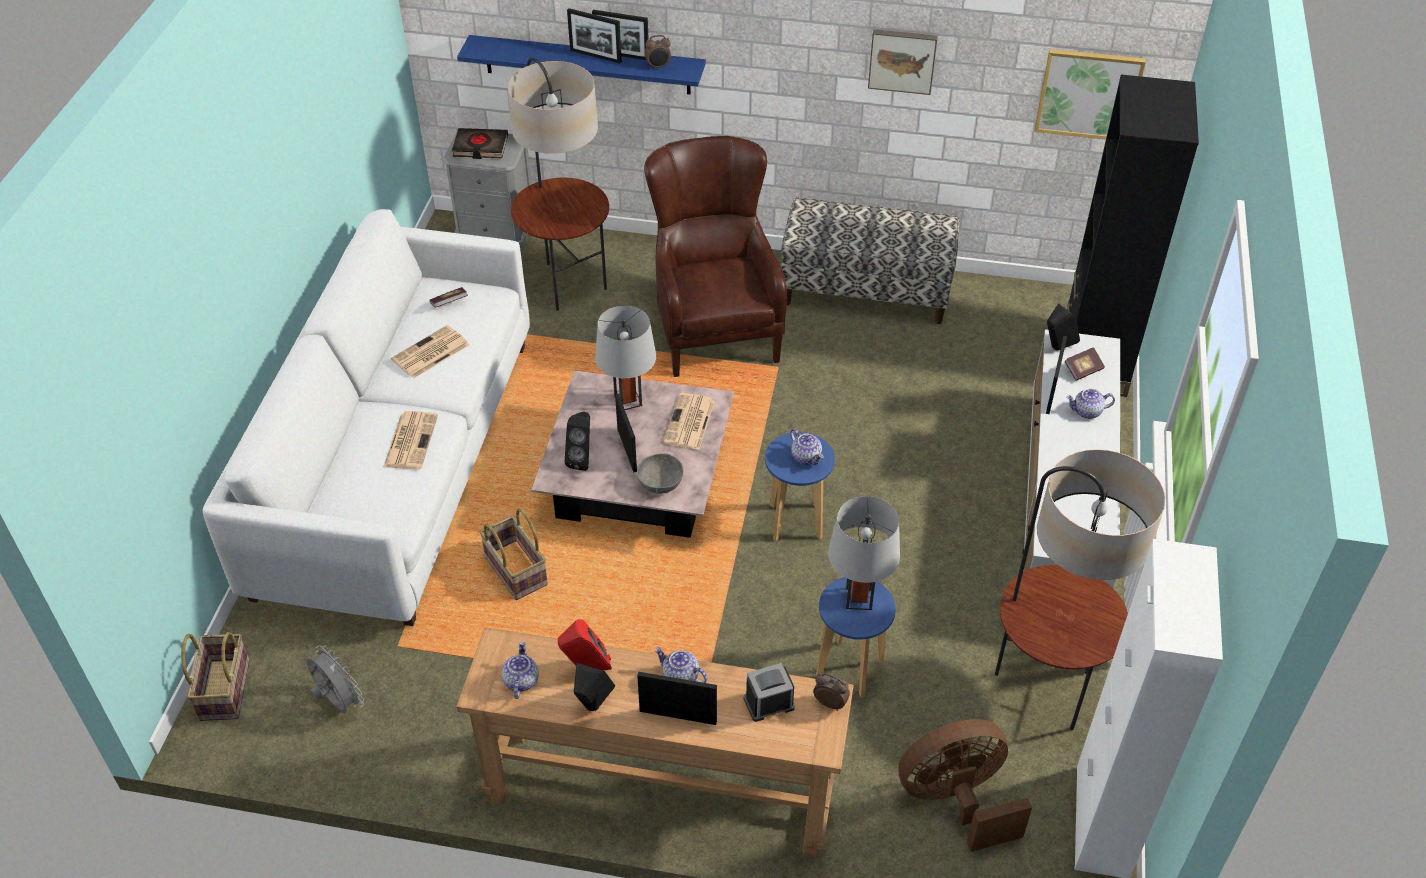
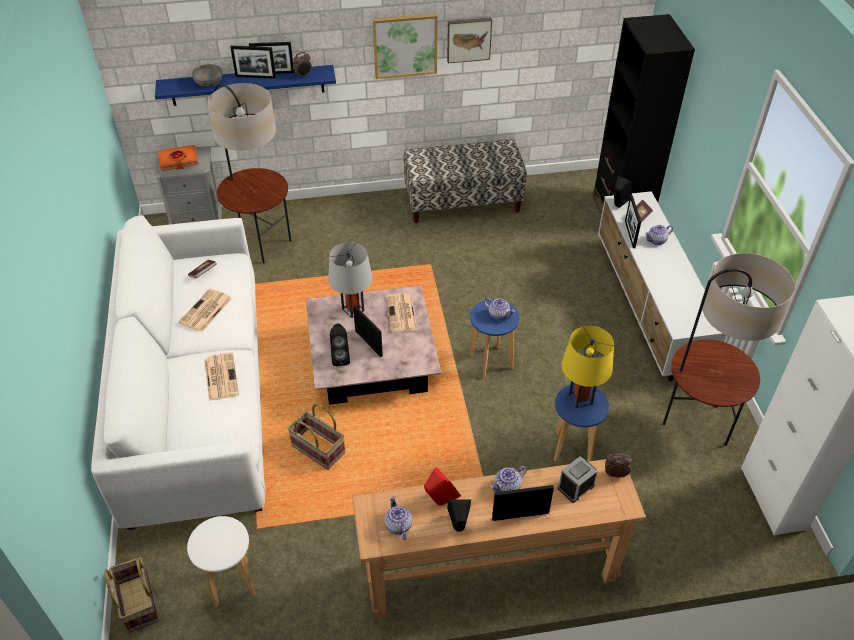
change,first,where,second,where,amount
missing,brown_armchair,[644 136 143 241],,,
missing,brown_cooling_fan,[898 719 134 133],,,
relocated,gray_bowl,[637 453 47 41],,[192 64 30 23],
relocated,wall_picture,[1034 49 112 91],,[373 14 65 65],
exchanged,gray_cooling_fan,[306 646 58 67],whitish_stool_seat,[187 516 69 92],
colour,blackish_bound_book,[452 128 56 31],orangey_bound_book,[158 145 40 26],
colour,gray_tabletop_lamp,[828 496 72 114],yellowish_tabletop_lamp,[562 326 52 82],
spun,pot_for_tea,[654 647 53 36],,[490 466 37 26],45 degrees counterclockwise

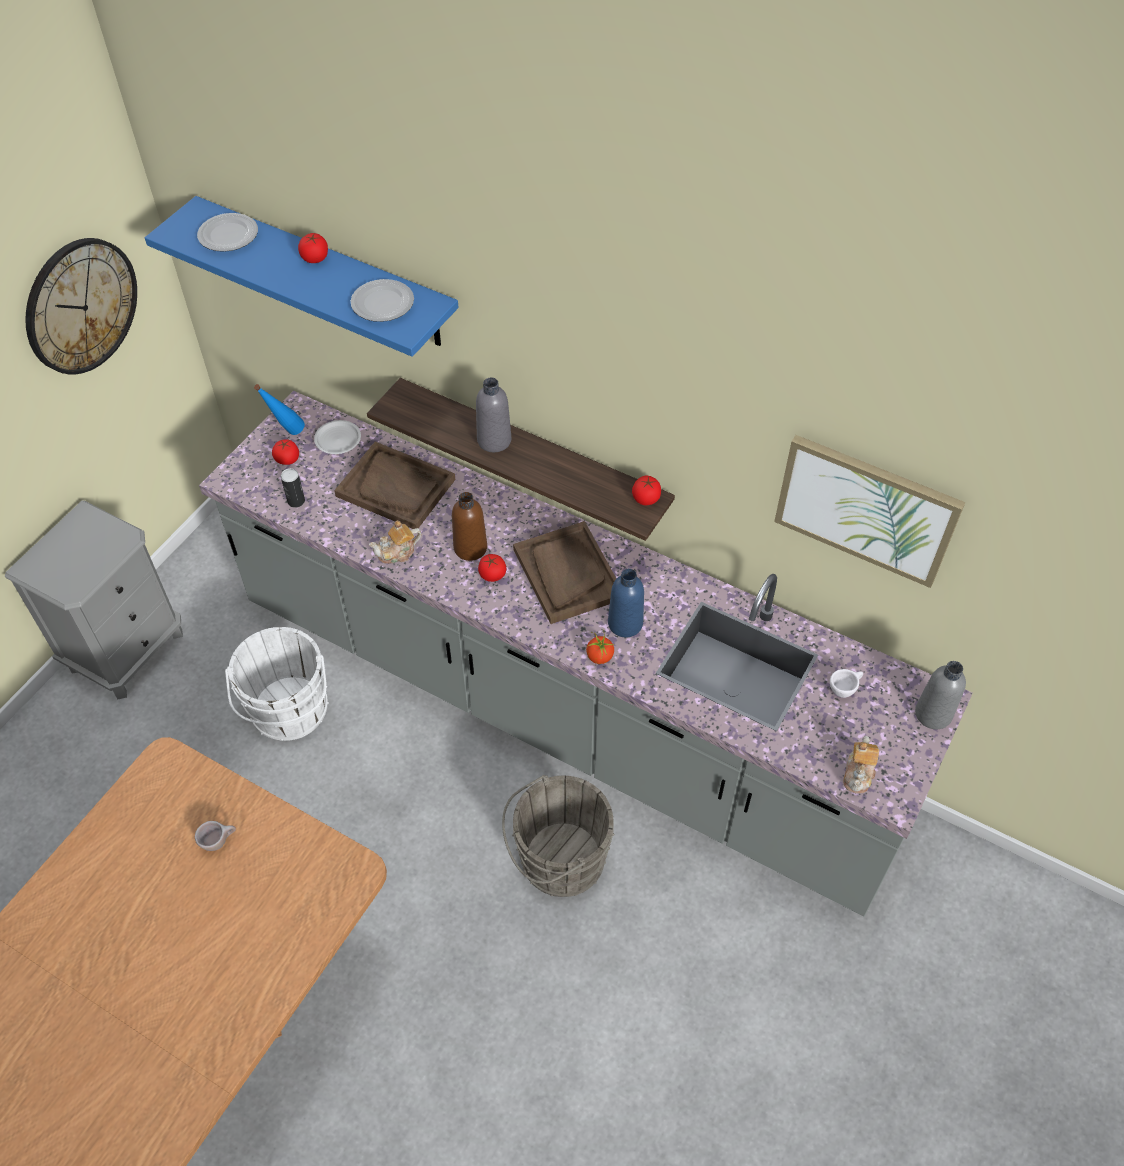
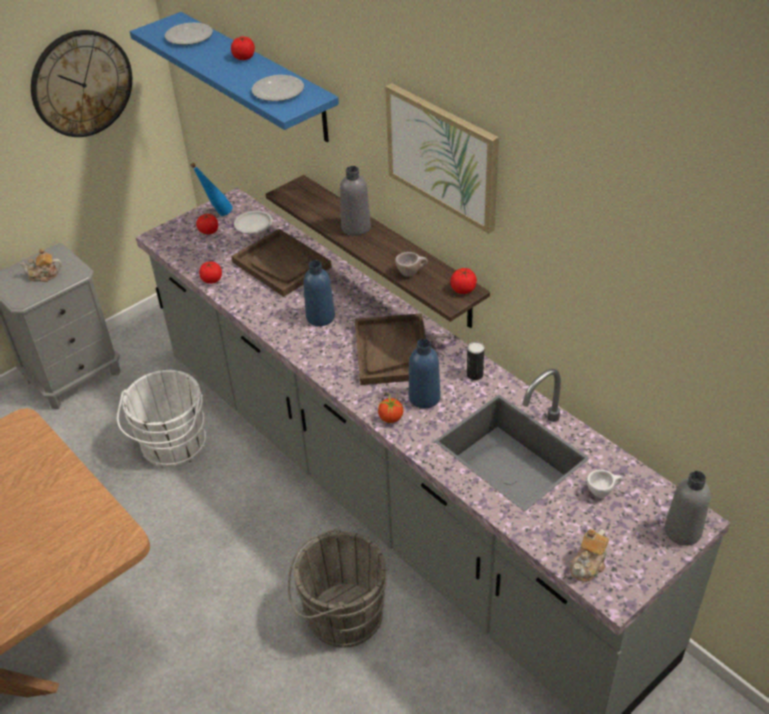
change,first,where,second,where,amount
relocated,beige_small_cup,[195 821 41 30],,[395 252 33 25],
relocated,metal_can,[281 468 24 40],,[467 342 17 38],
relocated,pot_for_tea,[369 520 52 44],,[20 248 42 34],
relocated,tomato,[478 554 28 28],,[199 262 23 22],
relocated,wall_picture,[774 435 191 153],,[385 83 114 151],
colour,brown_beverage_bottle,[452 492 35 69],blue_beverage_bottle,[303 260 32 66],

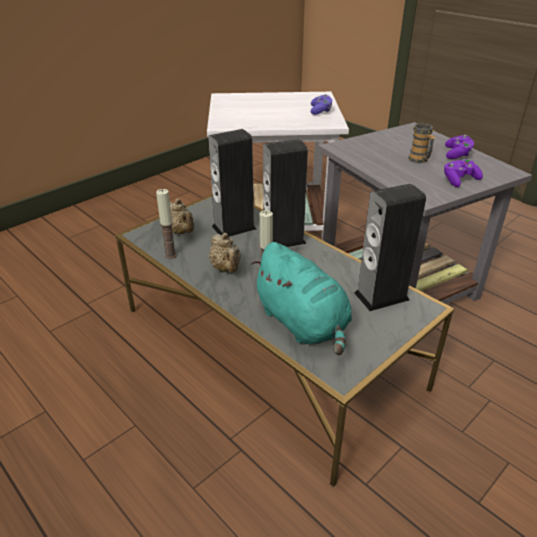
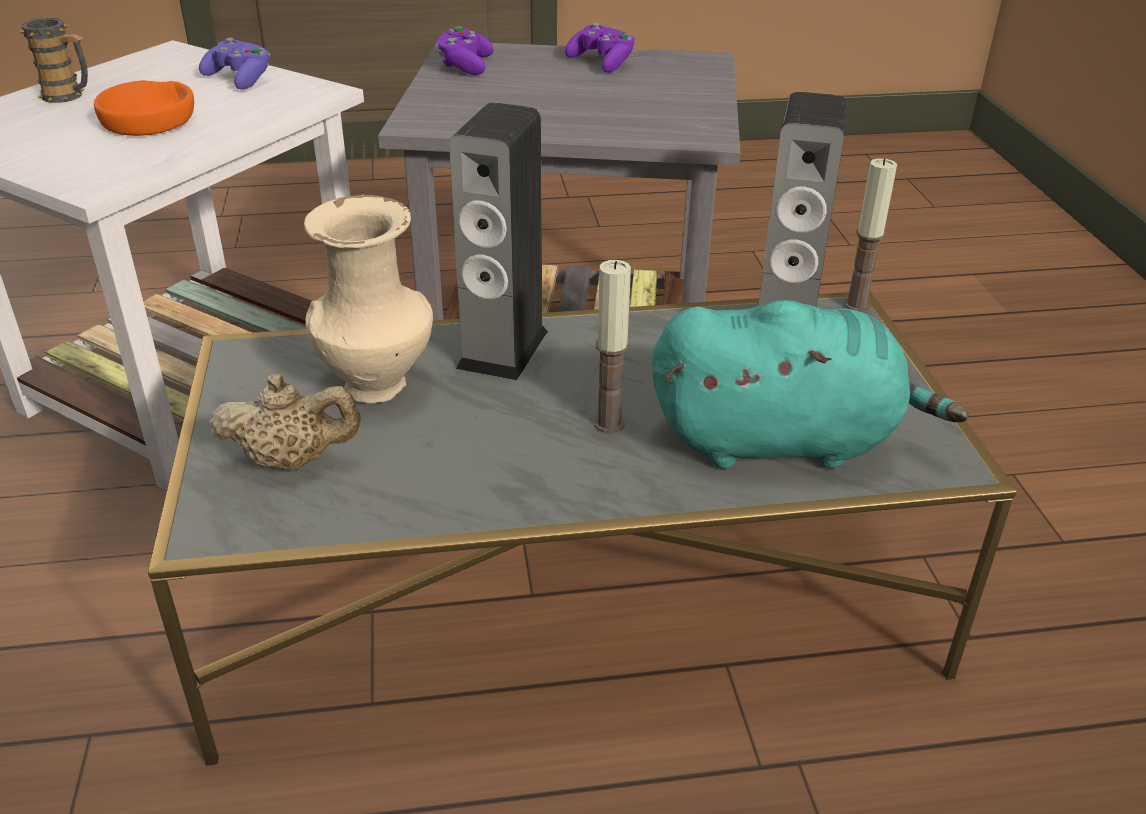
change,first,where,second,where,amount
missing,beige_pot_for_tea,[209 233 32 40],,,
appeared,,,orangey_bowl,[94 80 100 56],
relocated,wax_candle,[156 189 21 70],,[844 158 53 154],
relocated,tea_mug,[407 123 29 40],,[18 18 70 85],
relocated,purple_gamepad,[444 159 39 28],,[438 27 56 48],
exchanged,loudspeaker,[208 129 48 108],beige_flower_vase,[304 195 129 208],

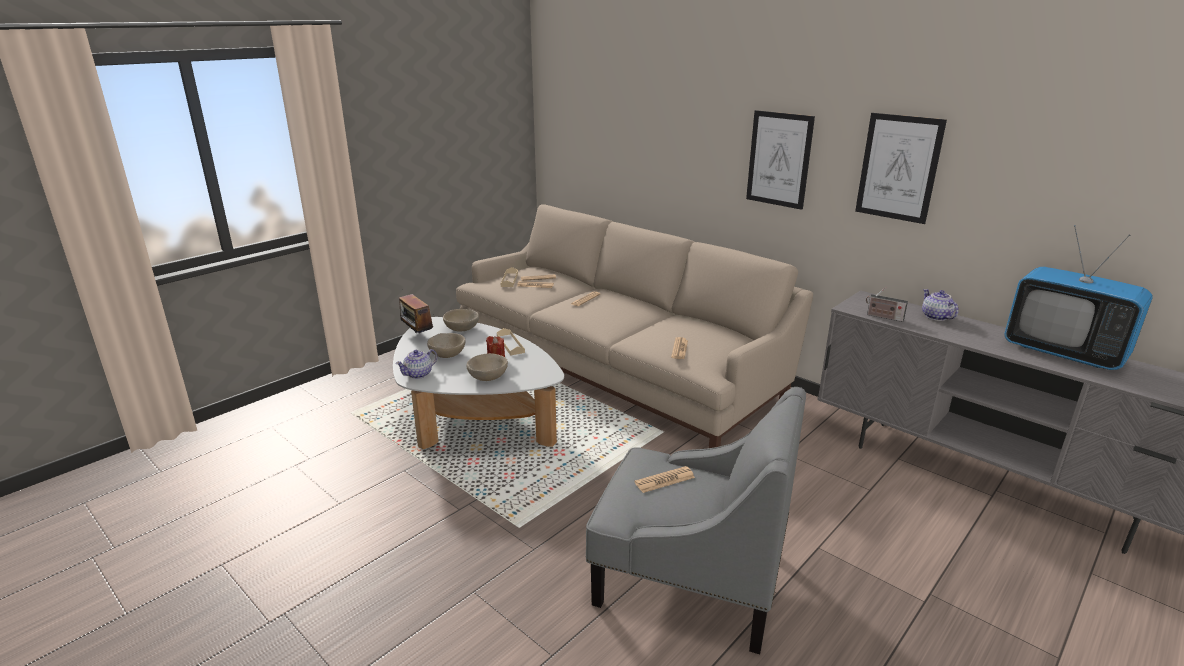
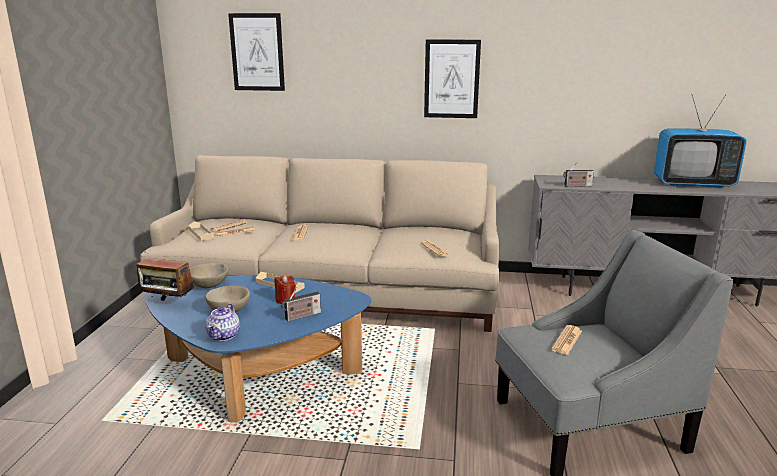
change,first,where,second,where,amount
missing,pot_for_tea,[922 289 37 32],,,
relocated,wall_picture,[855 113 92 111],,[228 13 57 78],
exchanged,beige_bowl,[466 353 42 28],radio_receiver,[281 287 40 34],
colour,whitish_lounge_table,[393 317 171 132],blue_lounge_table,[146 275 225 148],

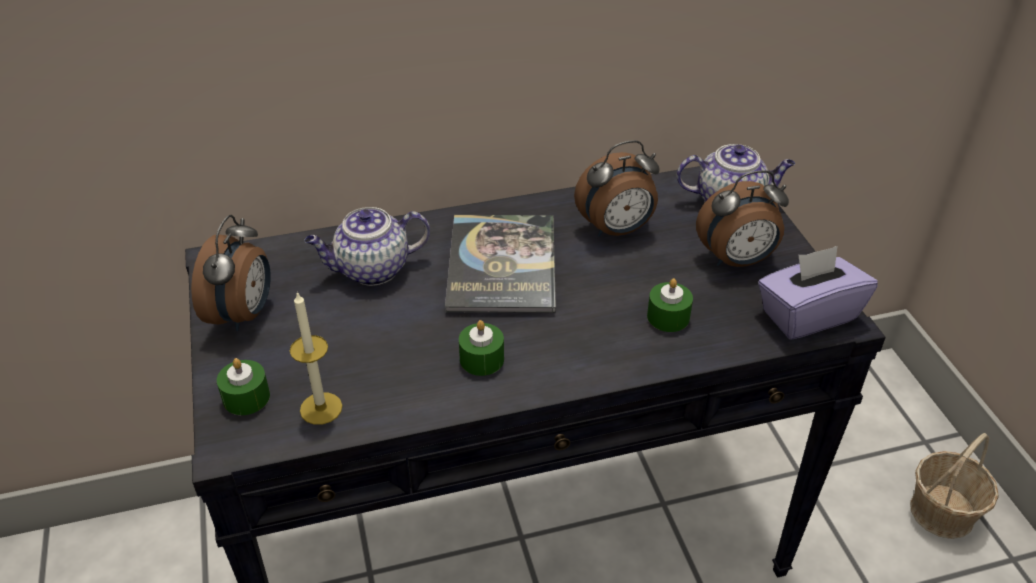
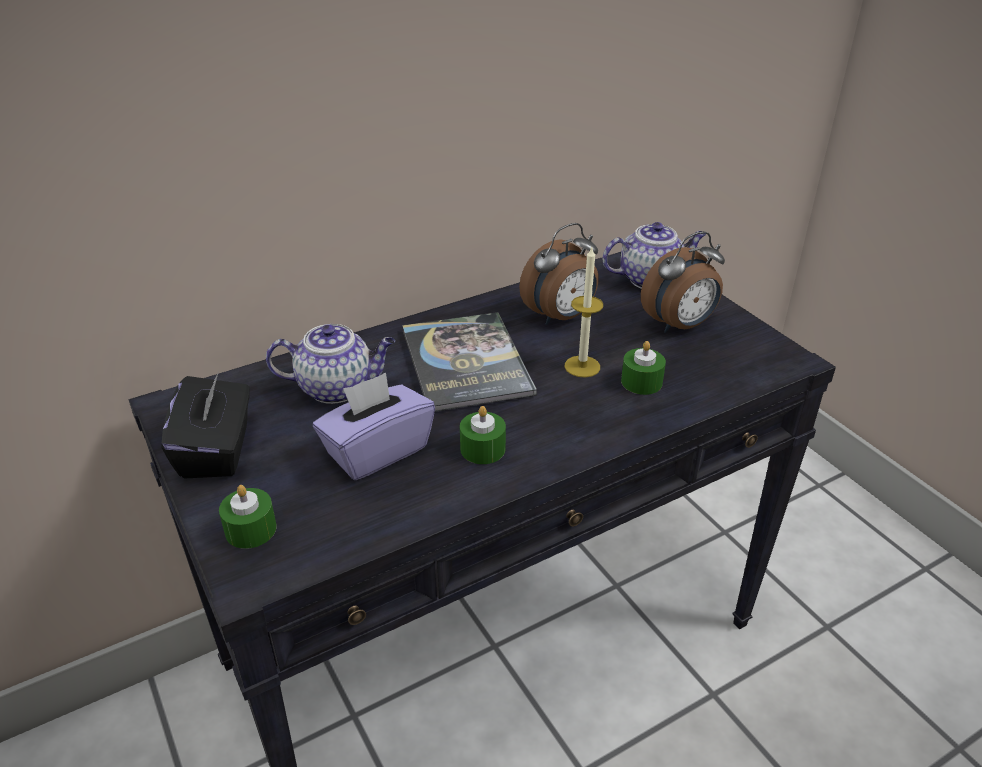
change,first,where,second,where,amount
missing,household_basket,[910 433 89 106],,,
relocated,wax_candle,[290 292 52 133],,[564 247 39 130],
relocated,purple_box_of_tissues,[758 246 120 94],,[313 373 122 107],
exchanged,table_clock,[191 215 80 116],blackish_box_of_tissues,[161 371 89 108],
spun,pot_for_tea,[304 207 126 79],,[266 324 129 80],150 degrees counterclockwise

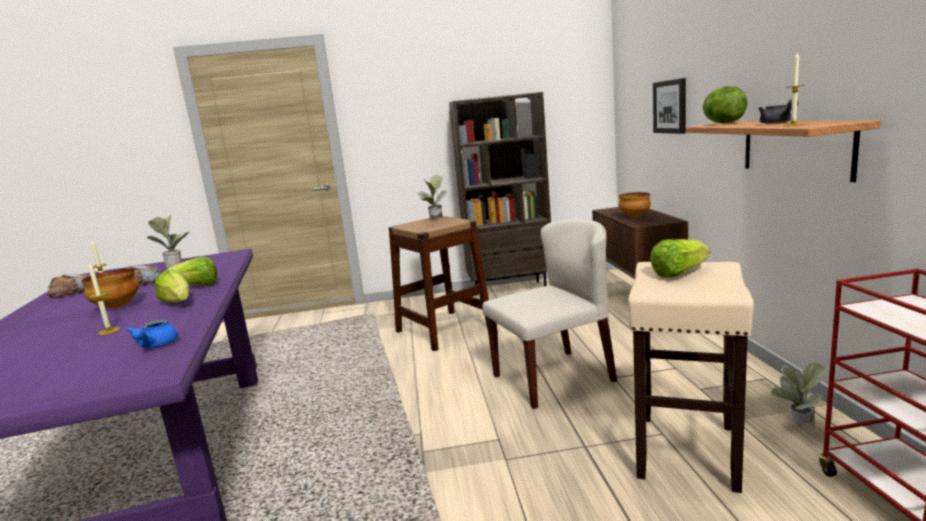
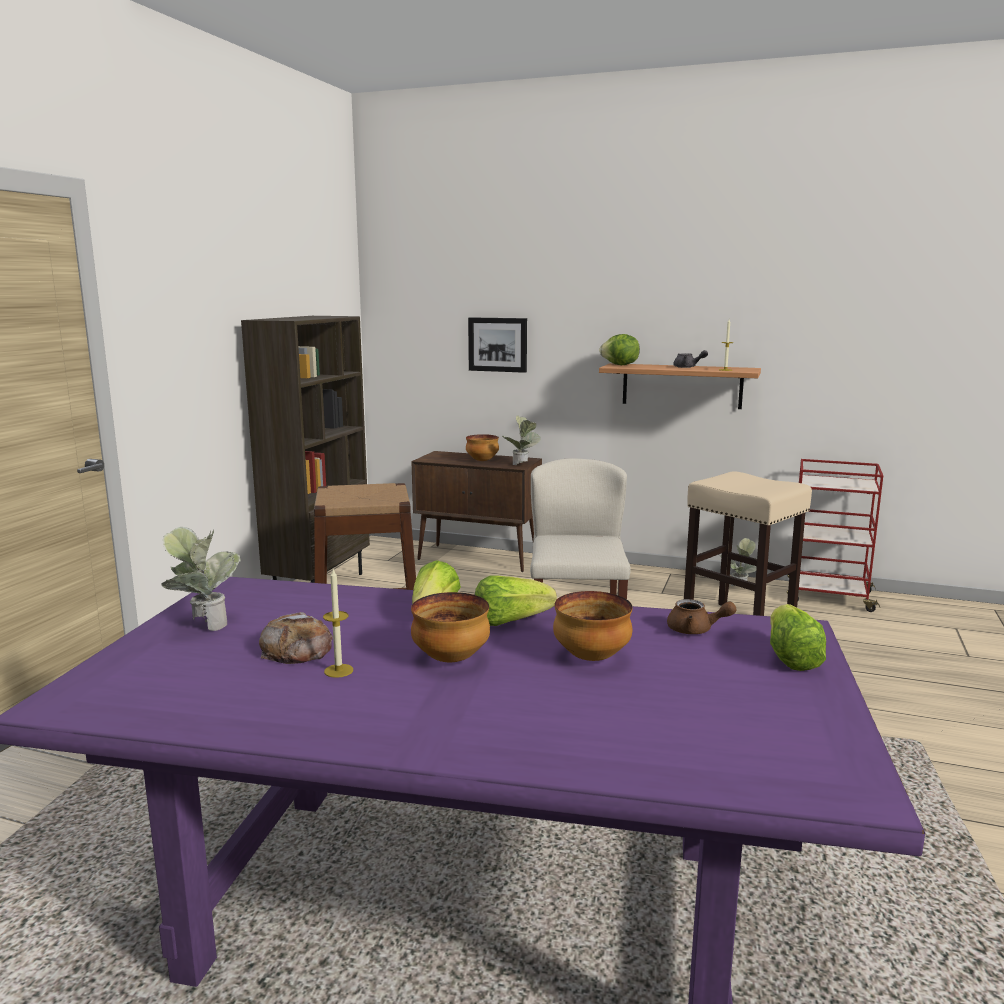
change,first,where,second,where,amount
missing,bakery_bread,[47 274 44 24],,,
relocated,plant_in_a_pot,[417 175 30 43],,[502 416 39 49],
relocated,lettuce,[650 239 60 39],,[770 604 56 67],
exchanged,wax_candle,[88 262 32 73],bowl,[553 591 80 70],
colour,blue_pot_for_tea,[126 319 52 29],brown_pot_for_tea,[667 599 69 35],

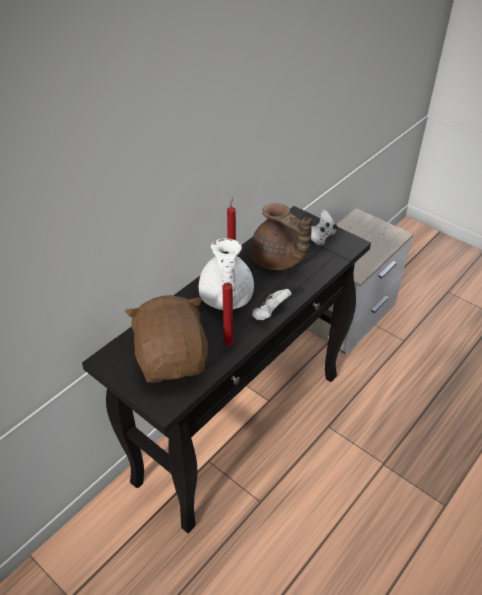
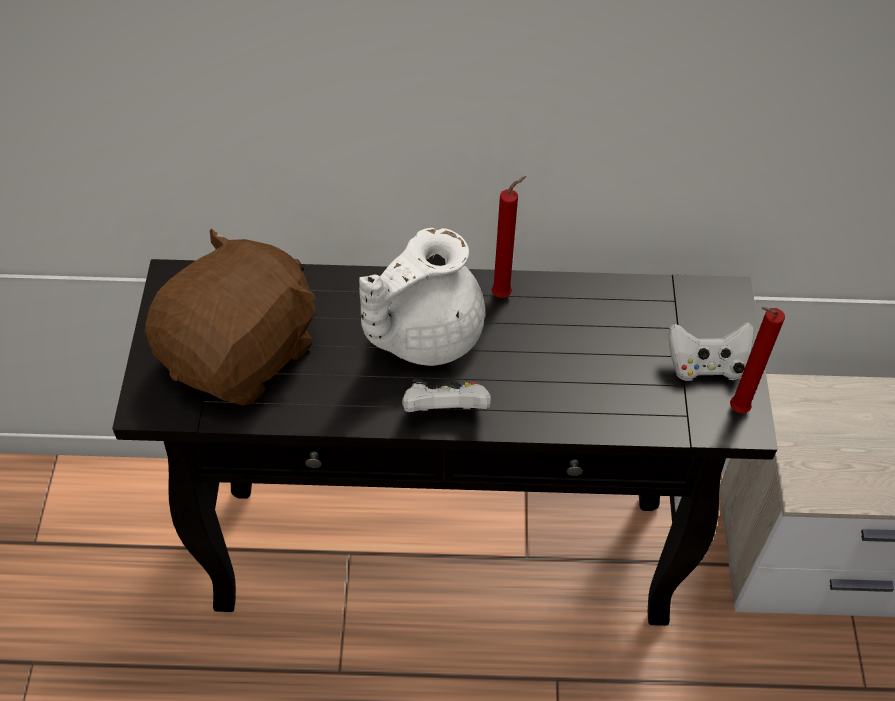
change,first,where,second,where,amount
missing,brown_pot_for_tea,[250 203 62 67],,,
relocated,reddish_wax_candle,[222 283 12 63],,[730 307 55 106],

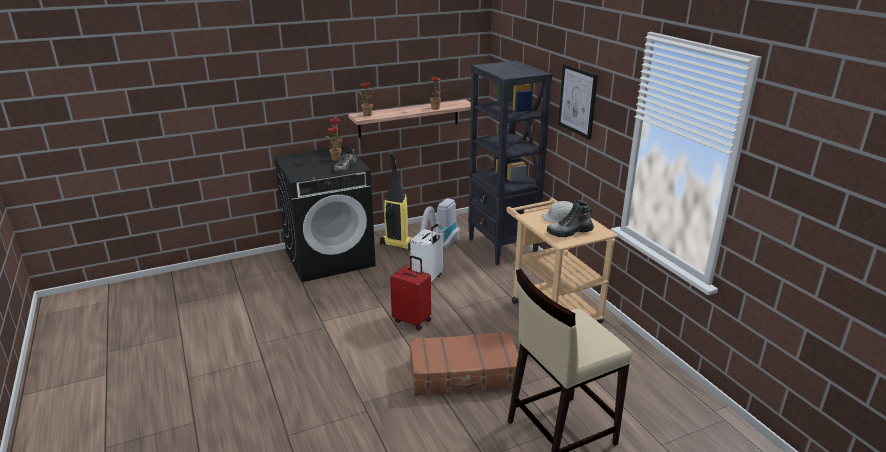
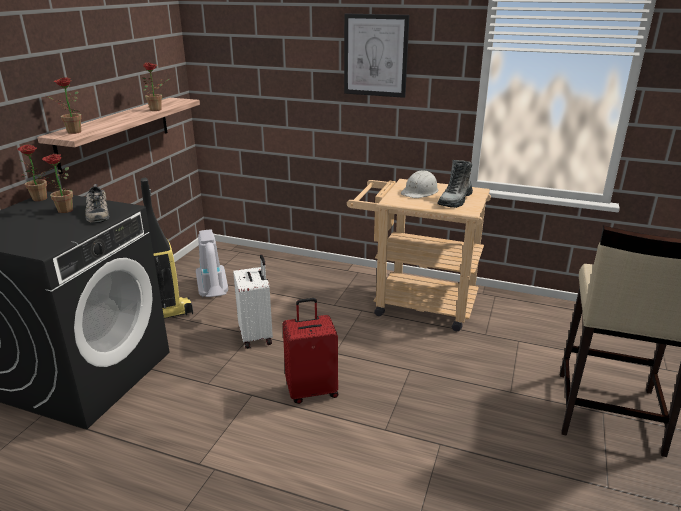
change,first,where,second,where,amount
missing,brown_piece_of_luggage,[410 331 108 65],,,
missing,blackish_bookcase,[468 61 84 204],,,

